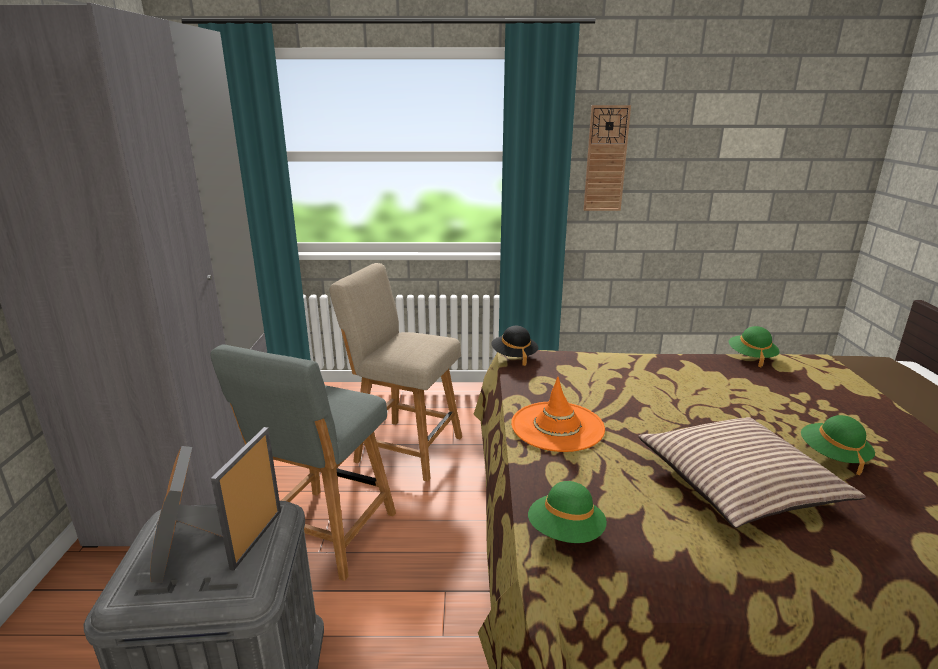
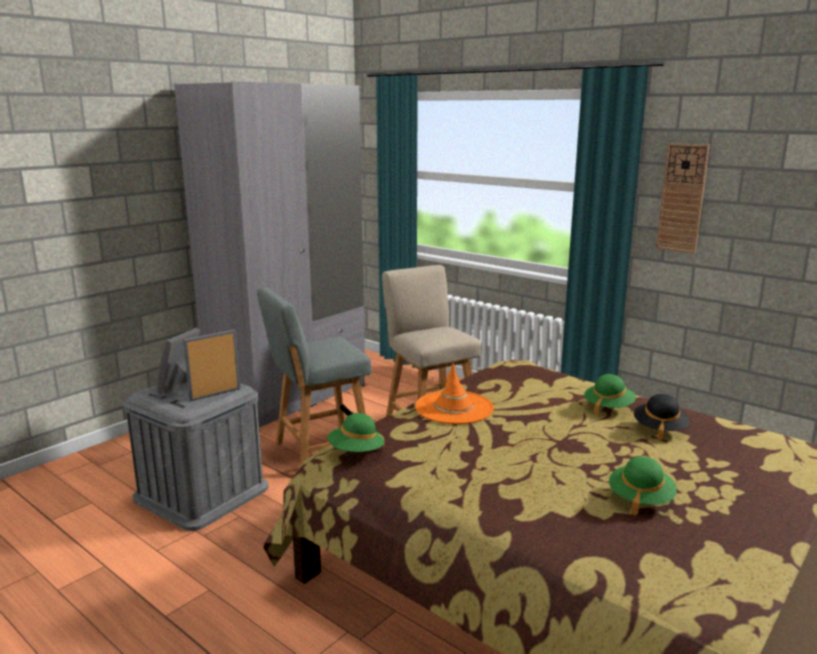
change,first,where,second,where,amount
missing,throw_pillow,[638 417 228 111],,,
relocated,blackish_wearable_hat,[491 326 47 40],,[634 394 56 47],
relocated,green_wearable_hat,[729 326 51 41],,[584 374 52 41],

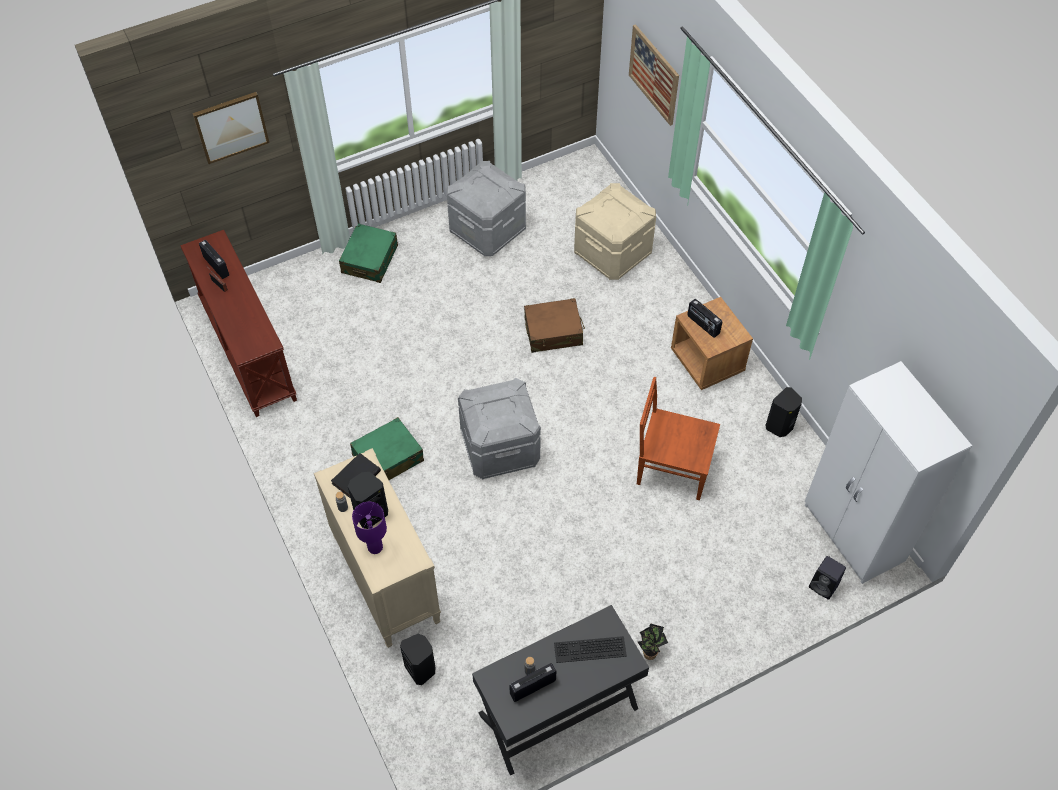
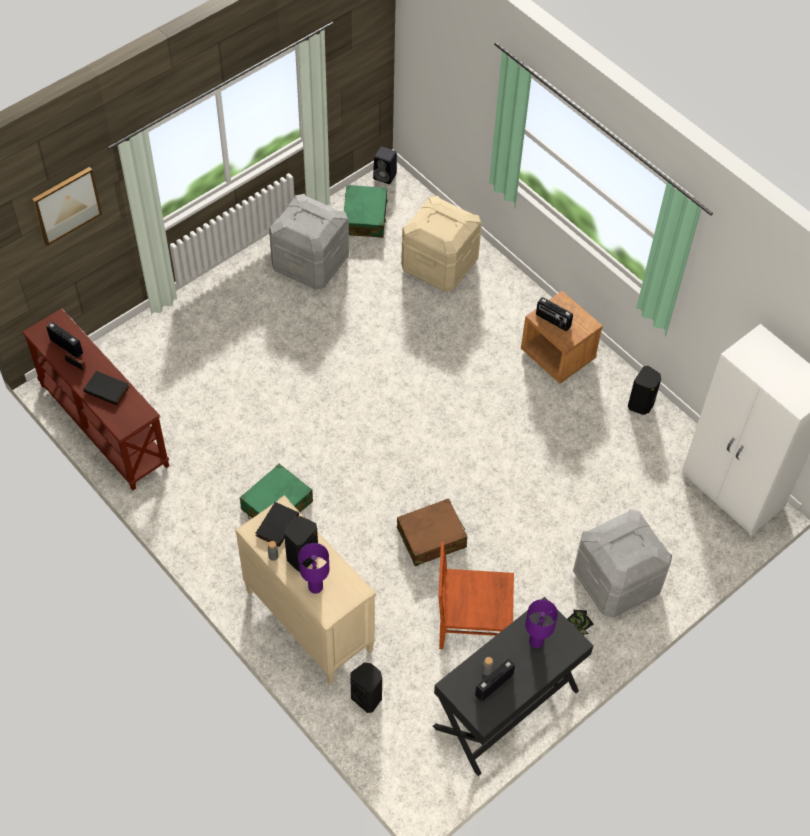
change,first,where,second,where,amount
missing,wall_picture,[629 24 50 102],,,
appeared,,,blackish_bound_book,[83 371 46 34],
relocated,green_piece_of_luggage,[339 223 59 60],,[344 185 44 53],
relocated,gray_storage_bin,[458 378 83 101],,[573 509 99 109],
relocated,brown_piece_of_luggage,[524 298 61 55],,[397 498 70 68],
relocated,brown_chair,[637 377 83 123],,[438 542 76 107],
relocated,blackish_loudspeaker,[809 556 37 44],,[373 147 24 37],
exchanged,computer_keyboard,[554 636 73 27],purple_tabletop_lamp,[525 599 33 49],

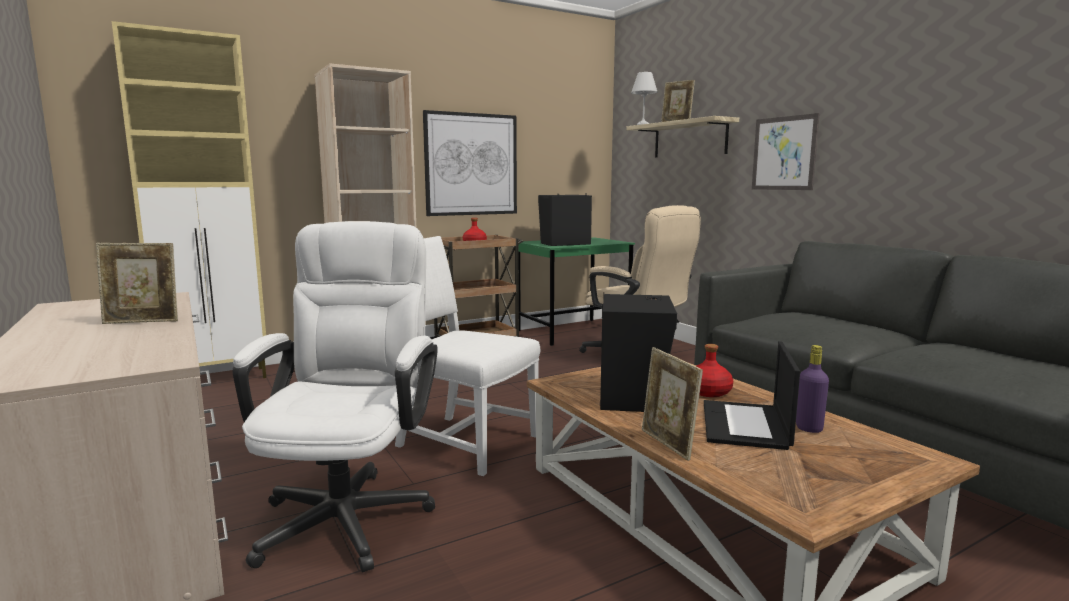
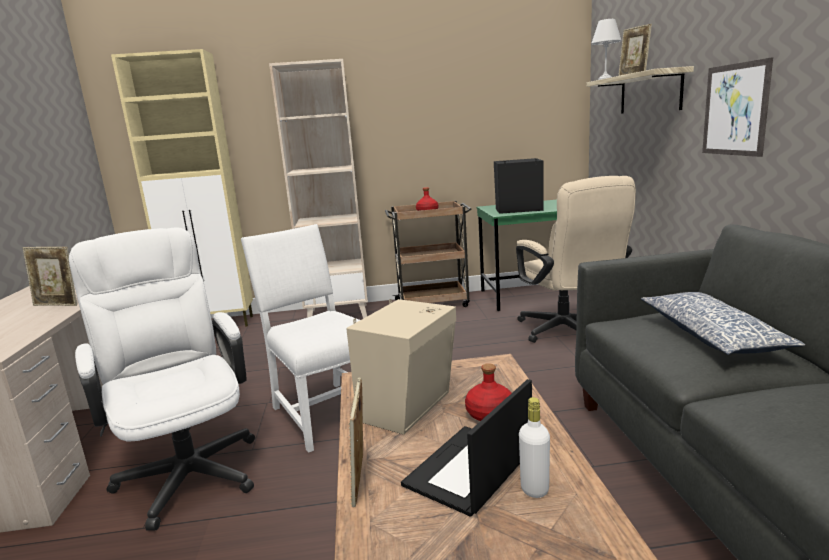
change,first,where,second,where,amount
missing,wall_picture,[423 110 94 106],,,
appeared,,,throw_pillow,[641 292 164 63],
colour,blackish_loudspeaker,[600 294 77 118],beige_loudspeaker,[346 299 110 136],
colour,purple_beverage_bottle,[796 345 33 88],whitish_beverage_bottle,[519 397 31 101],
spun,whitish_desk_chair,[233 221 205 352],,[69 228 186 303],60 degrees counterclockwise

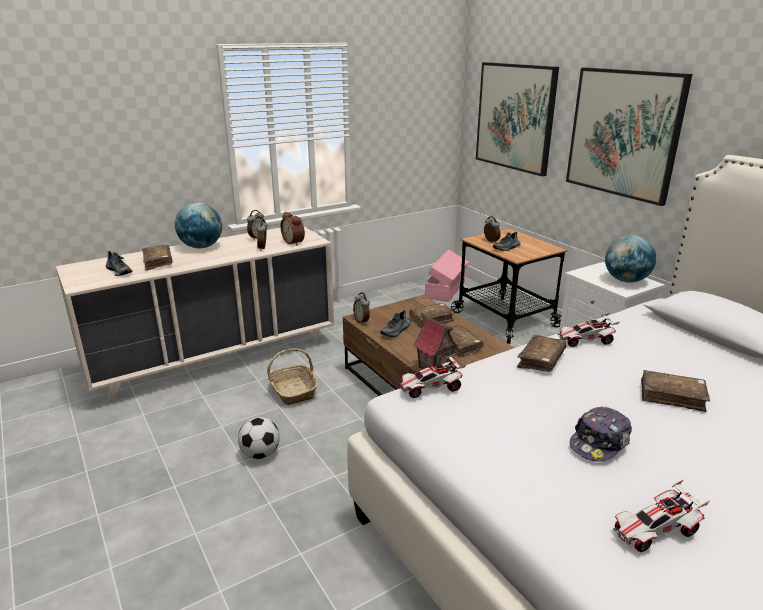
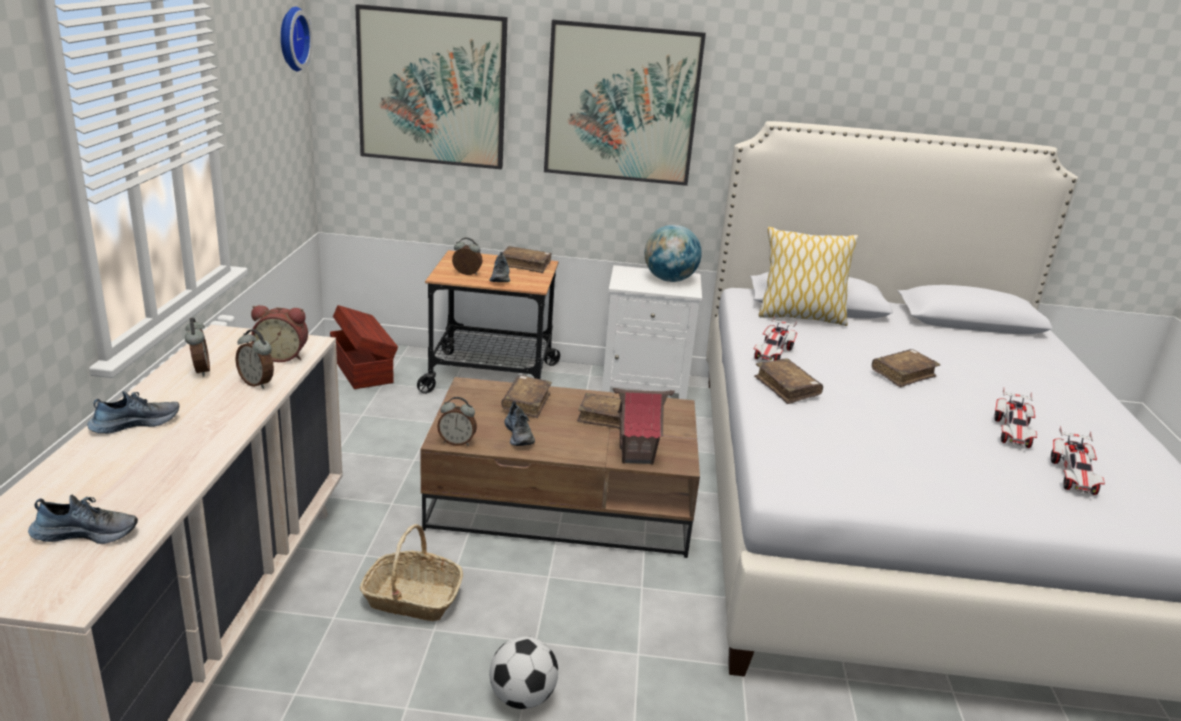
change,first,where,second,where,amount
missing,baseball_cap,[570 407 62 55],,,
appeared,,,wall_clock,[281 7 31 64],
appeared,,,throw_pillow,[759 227 99 99],
relocated,brown_bound_book,[142 245 31 26],,[503 246 48 27],
relocated,miniature_car,[398 354 68 44],,[994 388 43 60],
exchanged,world_globe,[175 203 47 45],shoe,[87 391 92 43],
colour,pink-coloured_storage_bin,[425 250 44 52],brown_storage_bin,[330 305 68 84],

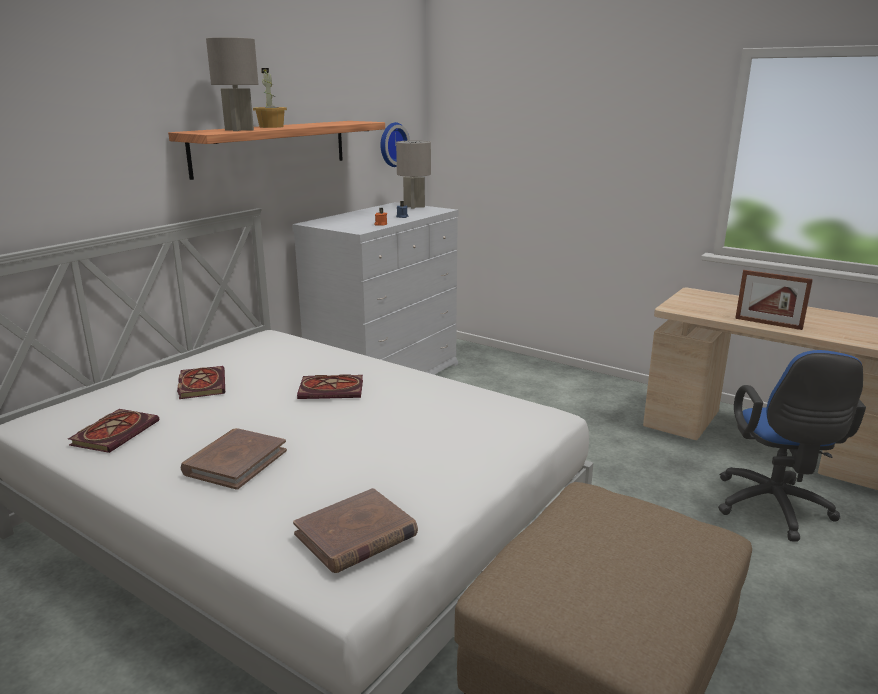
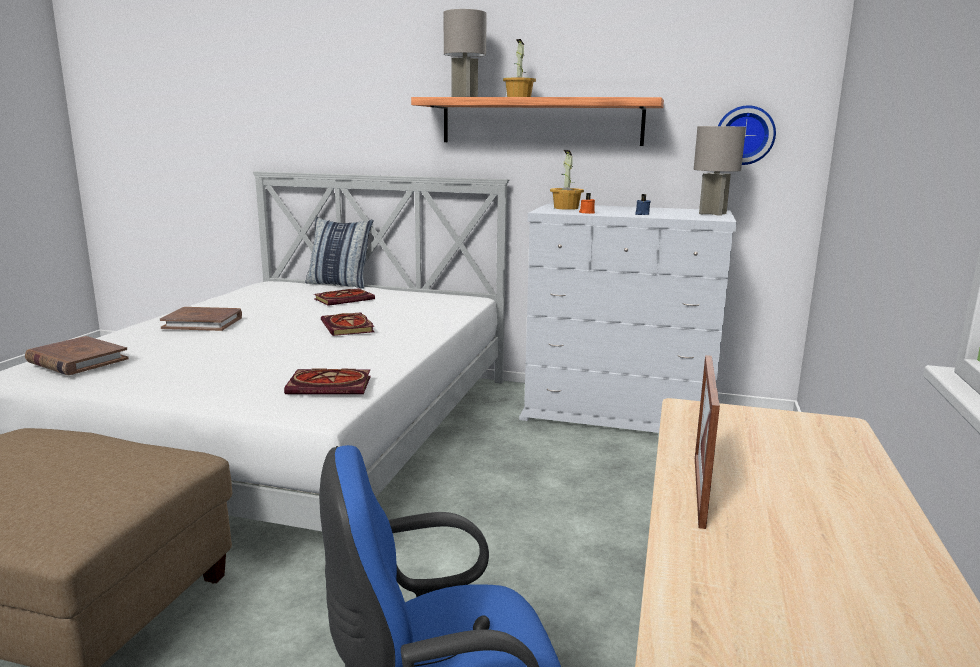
change,first,where,second,where,amount
appeared,,,throw_pillow,[305 217 68 72],
appeared,,,plant_in_a_pot,[550 150 34 60],
relocated,bound_book,[68 409 91 44],,[284 368 87 26],

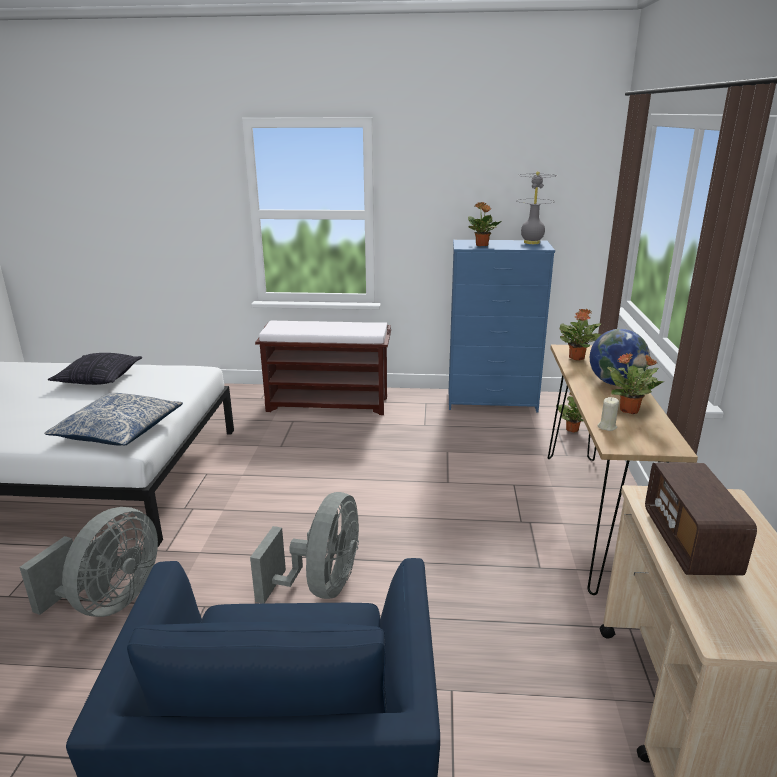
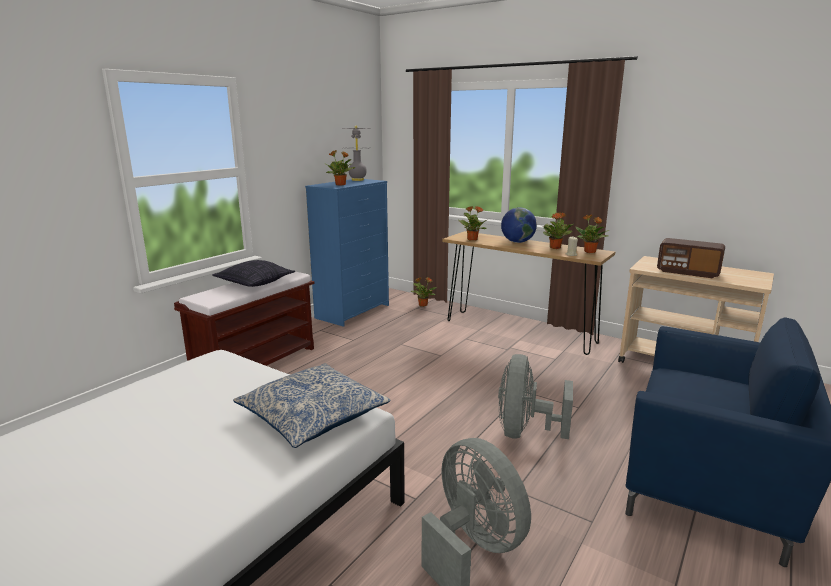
change,first,where,second,where,amount
appeared,,,plant_in_a_pot,[575 214 34 39],
relocated,throw_pillow,[48 353 94 32],,[212 260 83 27],
spun,gray_cooling_fan,[250 492 109 112],,[498 354 75 85],120 degrees counterclockwise

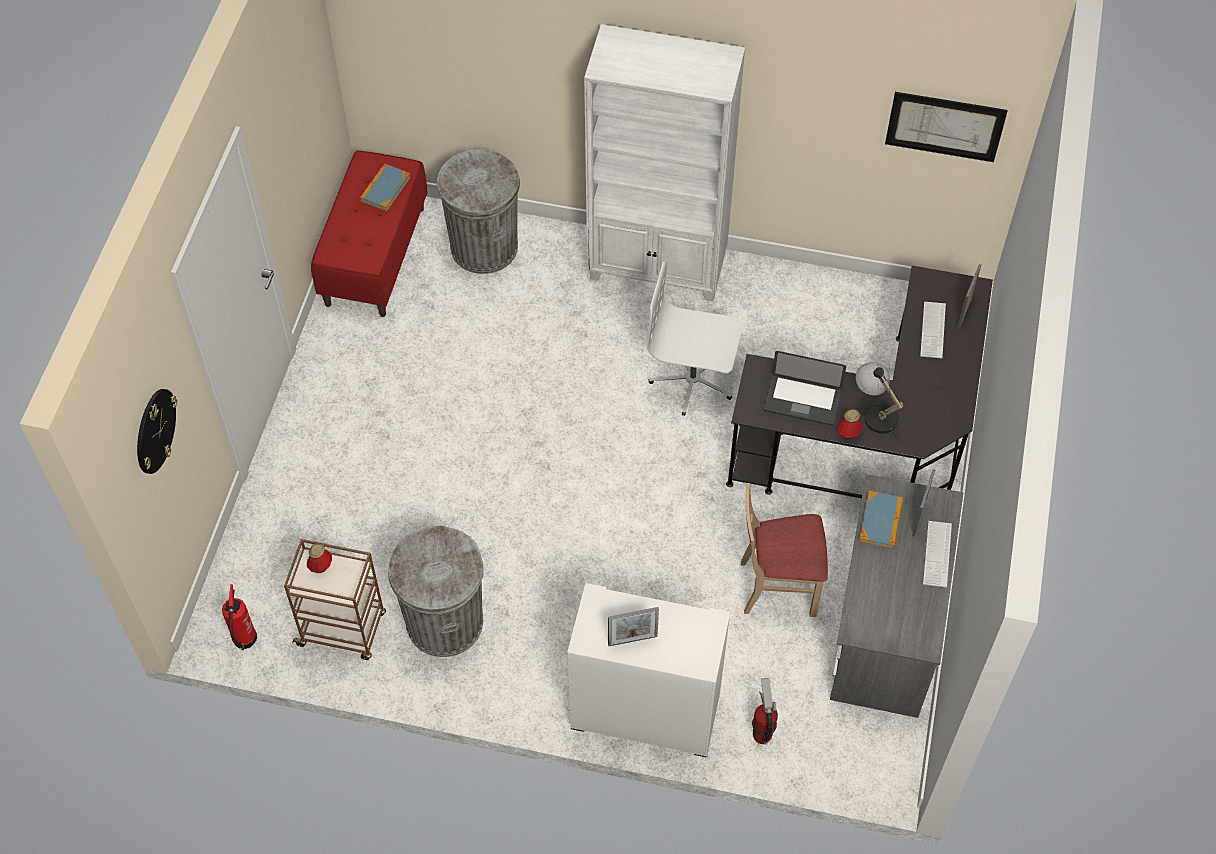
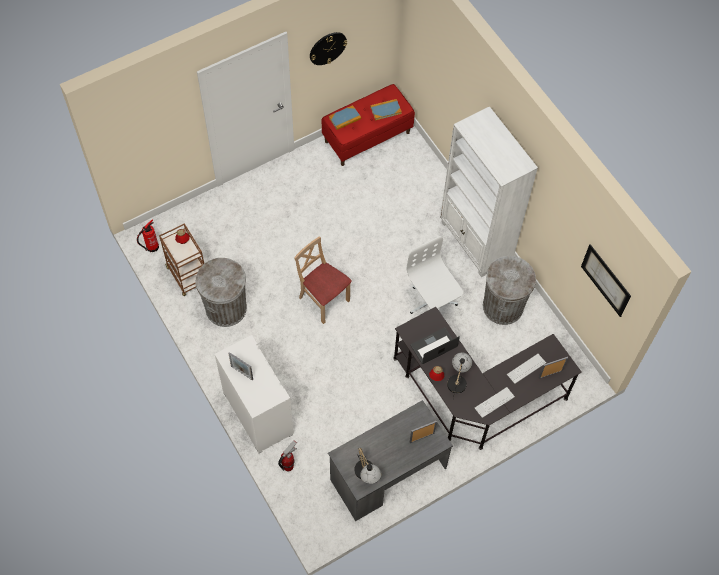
change,first,where,second,where,amount
appeared,,,tabletop_lamp,[354 448 27 36],
relocated,wall_clock,[137 389 40 85],,[310 32 37 33],
relocated,gray_rubbish_bin,[436 149 84 125],,[483 256 53 69],
relocated,beige_chair,[741 483 87 134],,[294 236 58 88],
relocated,bound_book,[859 491 44 58],,[329 105 32 25],
relocated,computer_keyboard,[923 521 29 67],,[475 387 40 31],
spun,notebook_computer,[764 351 82 74],,[411 327 49 37],90 degrees clockwise

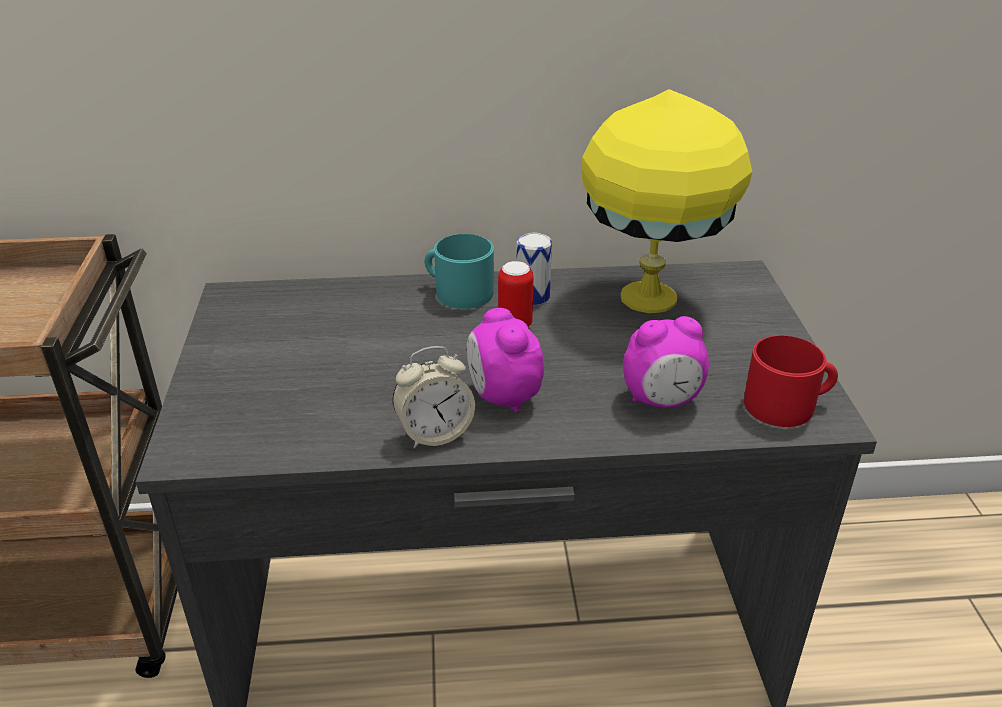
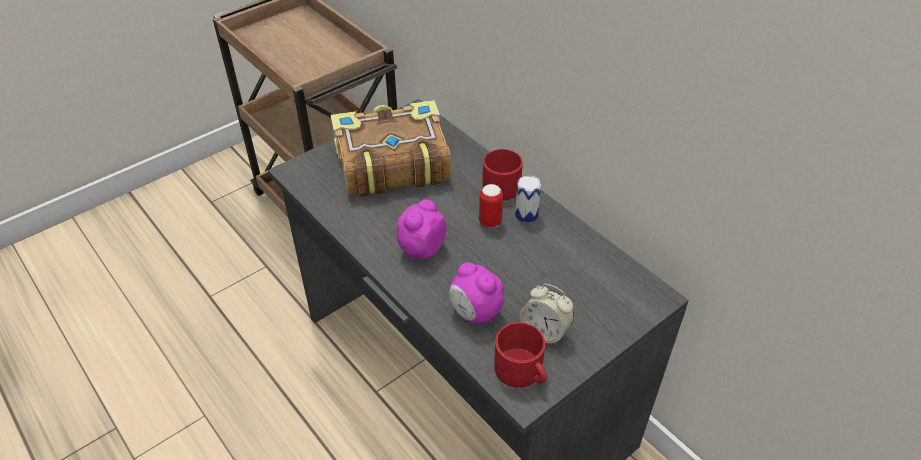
change,first,where,second,where,amount
missing,yellowish_tabletop_lamp,[581 89 171 224],,,
appeared,,,bound_book,[331 100 120 97],
relocated,table_clock,[393 346 82 103],,[520 284 54 61],
colour,turquoise-coloured_tea_mug,[424 234 70 75],reddish_tea_mug,[483 149 40 52],

